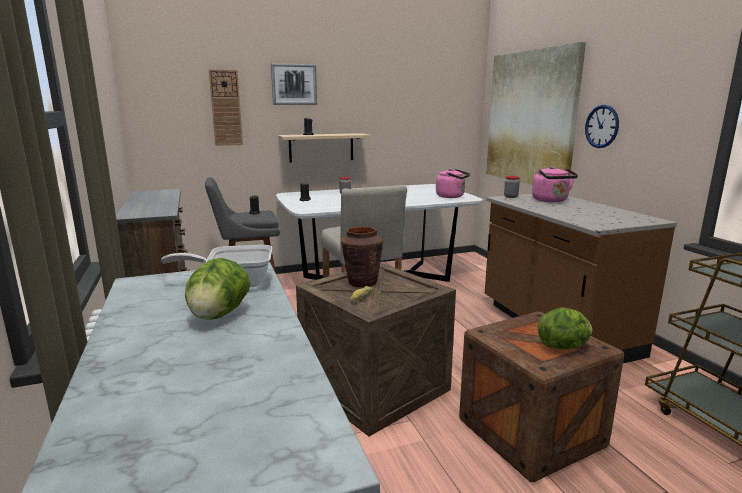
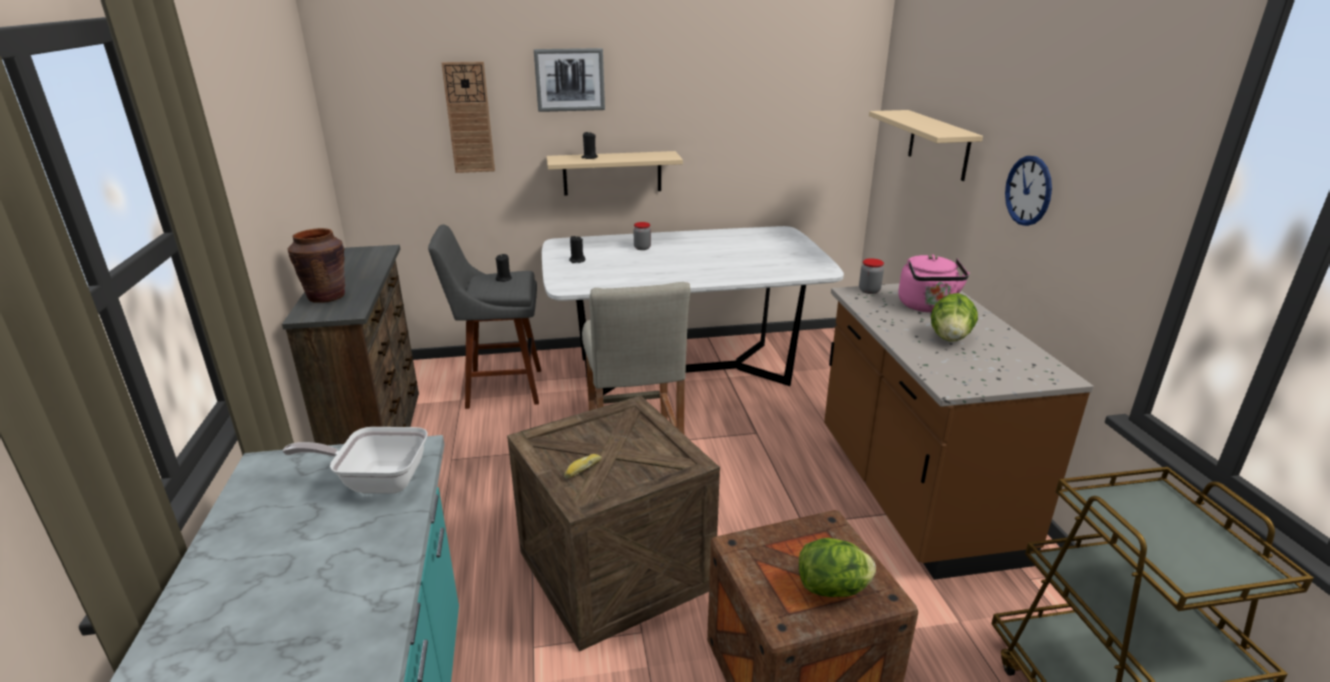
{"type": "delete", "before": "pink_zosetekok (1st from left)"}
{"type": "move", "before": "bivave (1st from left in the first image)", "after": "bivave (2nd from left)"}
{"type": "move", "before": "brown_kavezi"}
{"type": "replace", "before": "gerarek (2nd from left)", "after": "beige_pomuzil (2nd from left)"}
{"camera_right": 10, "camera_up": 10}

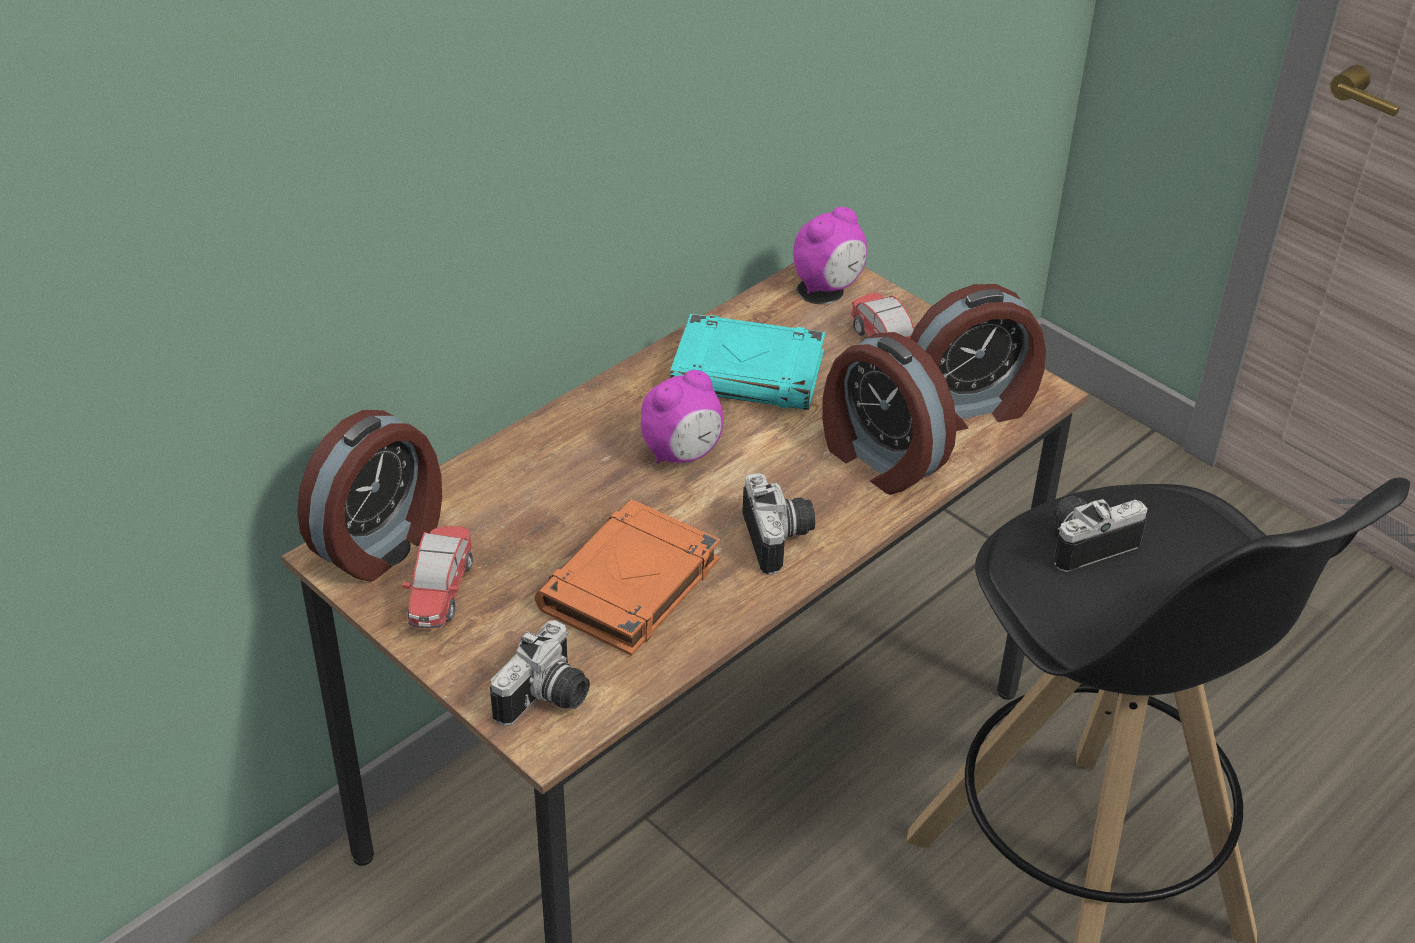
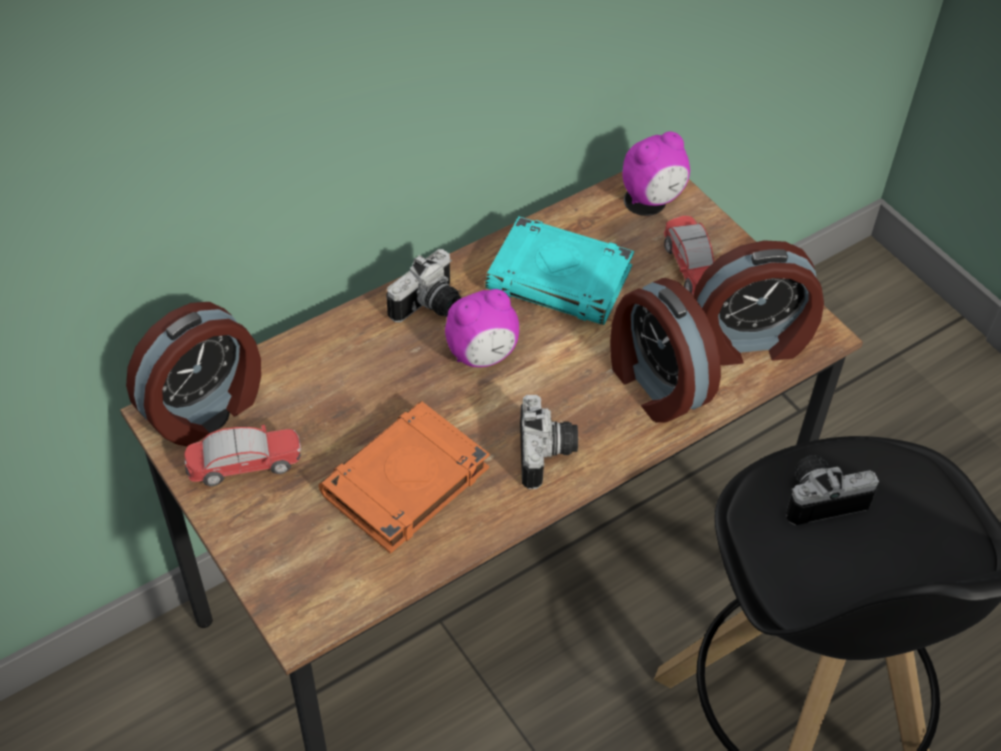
{"type": "move", "before": "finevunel (1st from left)"}
{"type": "rotate", "before": "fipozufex (1st from left)", "turn": -120}
{"camera_right": 10, "camera_up": 10}

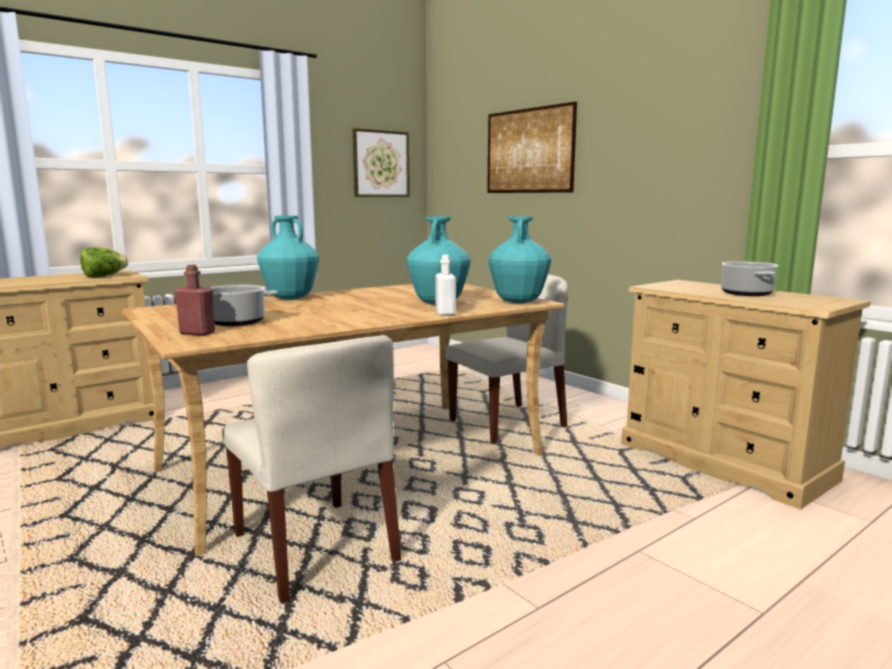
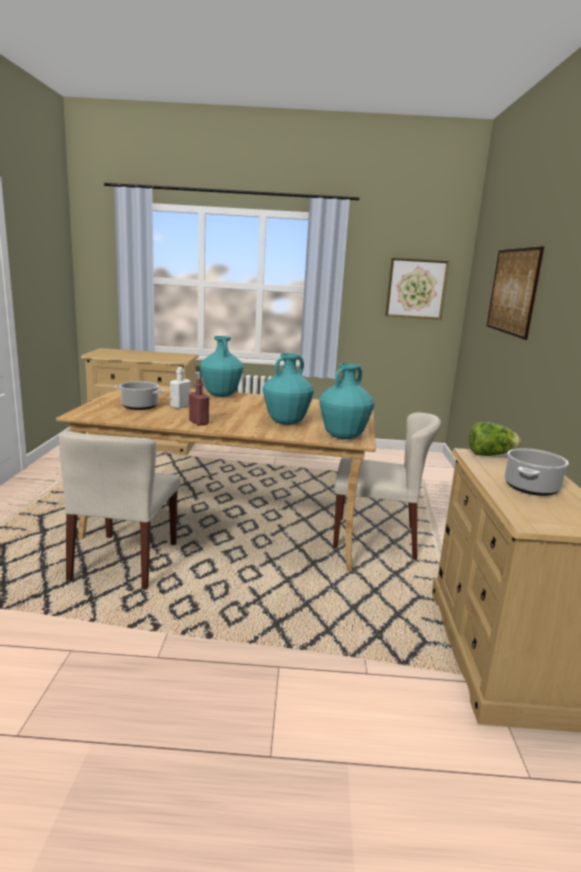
{"type": "move", "before": "bivave"}
{"type": "move", "before": "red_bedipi"}
{"type": "move", "before": "white_bedipi"}
{"camera_right": 40, "camera_up": 5}

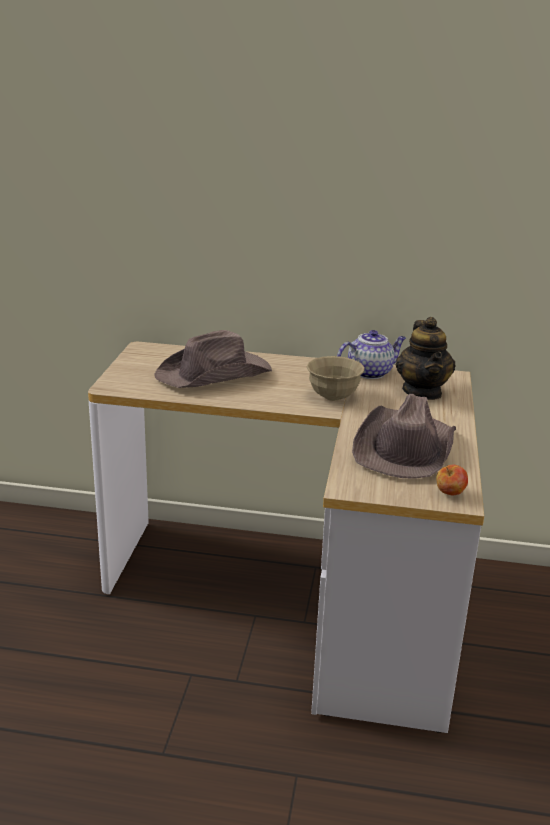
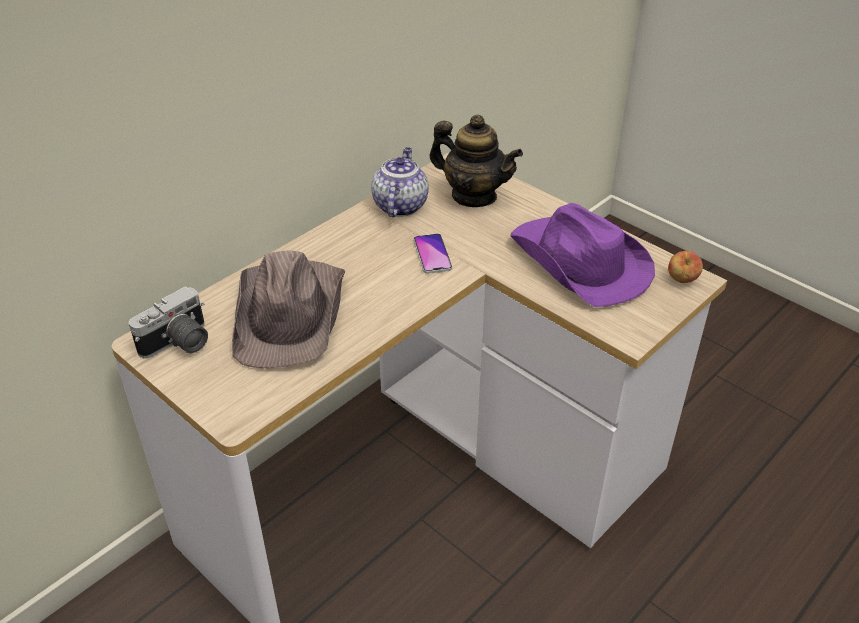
{"type": "insert", "after": "finevunel"}
{"type": "replace", "before": "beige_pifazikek", "after": "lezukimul"}
{"type": "recolor", "before": "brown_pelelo (2nd from left)", "after": "purple_pelelo"}
{"camera_right": -55, "camera_up": 15}

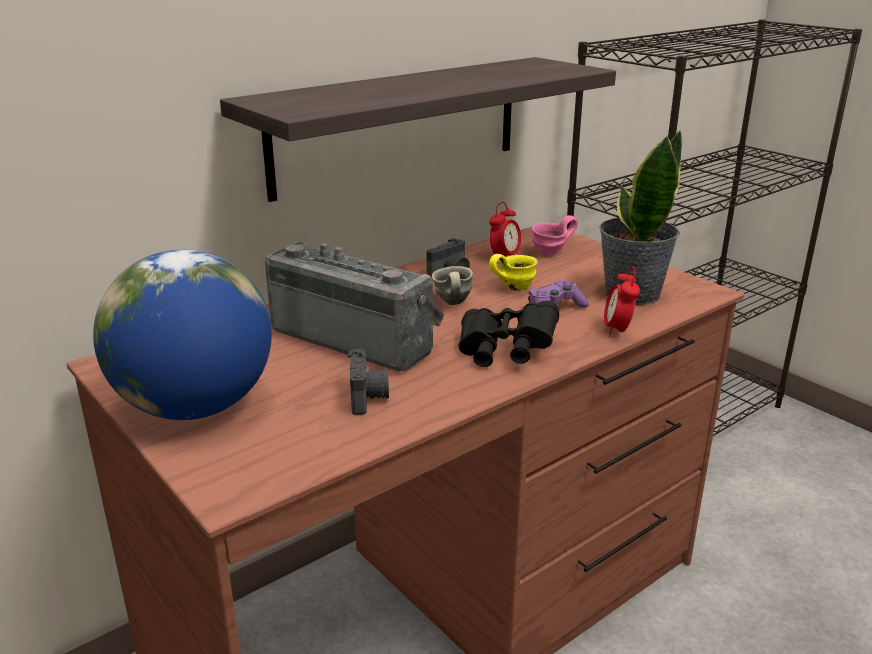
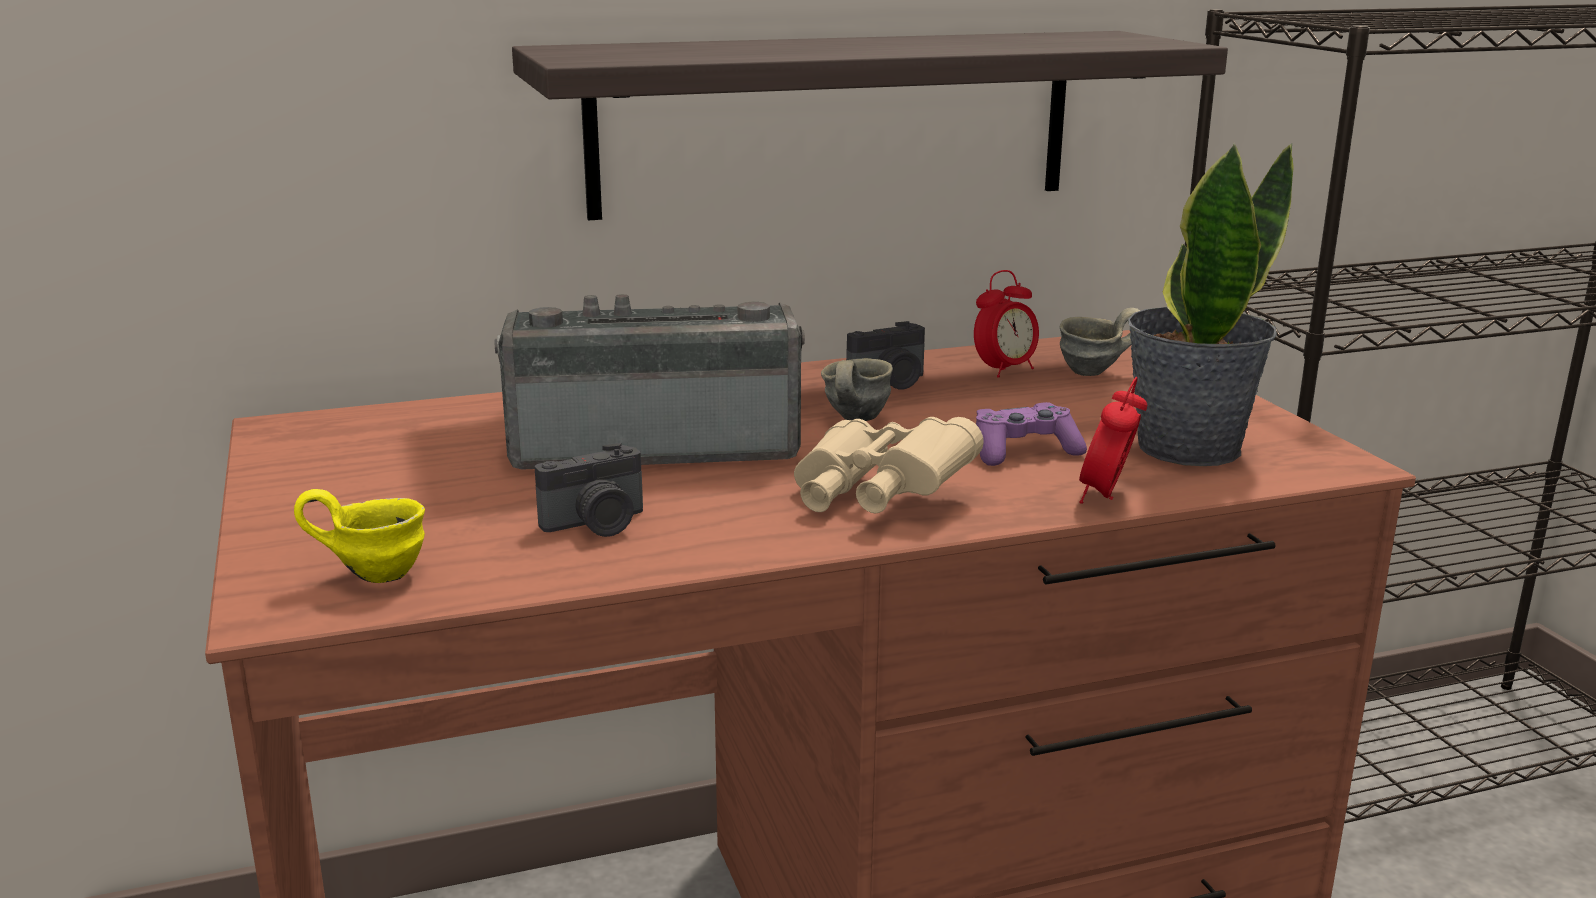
{"type": "delete", "before": "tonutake"}
{"type": "move", "before": "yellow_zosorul"}
{"type": "recolor", "before": "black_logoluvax", "after": "beige_logoluvax"}
{"type": "recolor", "before": "pink_zosorul", "after": "grey_zosorul (2nd from left)"}
{"type": "rotate", "before": "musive", "turn": -60}
{"type": "rotate", "before": "finevunel (1st from left)", "turn": 45}
{"camera_right": 20, "camera_up": -5}

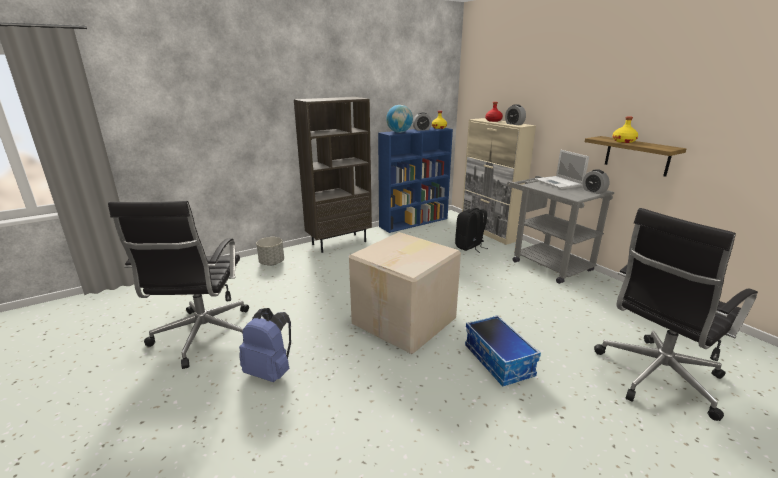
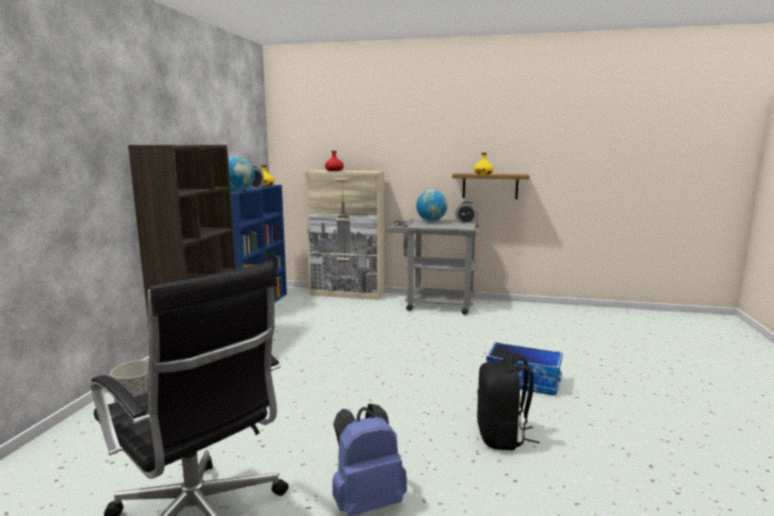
{"type": "delete", "before": "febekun"}
{"type": "delete", "before": "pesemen (2nd from left)"}
{"type": "delete", "before": "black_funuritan (2nd from left)"}
{"type": "move", "before": "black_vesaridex"}
{"type": "replace", "before": "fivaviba", "after": "tonutake (2nd from left)"}
{"camera_right": -45, "camera_up": -10}

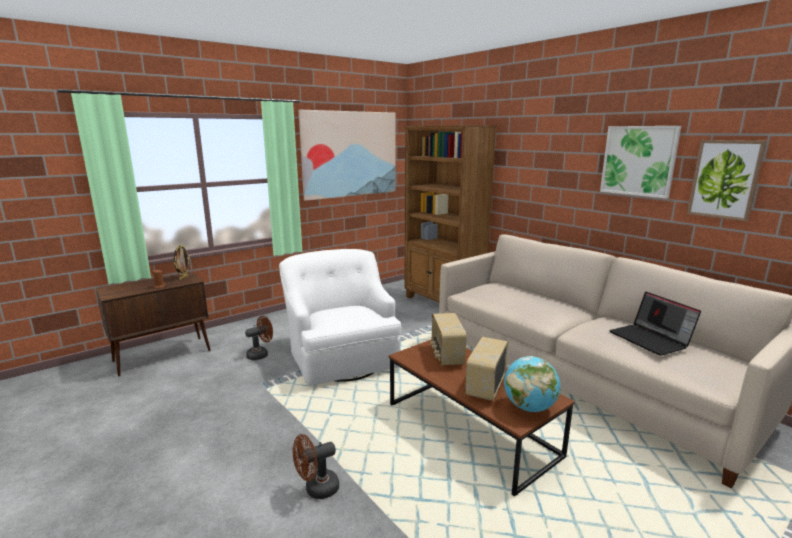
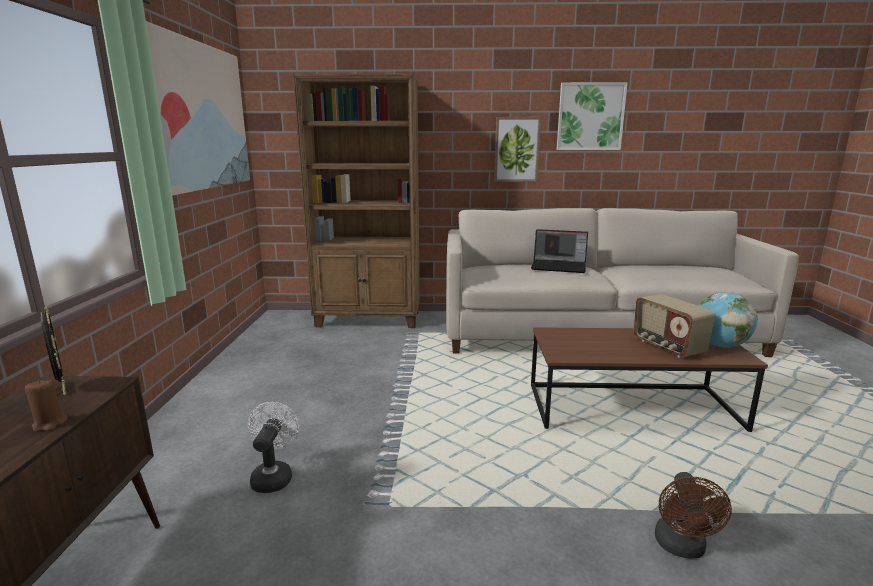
{"type": "delete", "before": "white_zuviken"}
{"type": "delete", "before": "musive (1st from left)"}
{"type": "move", "before": "fivaviba"}
{"type": "move", "before": "gerarek (3rd from left in the first image)", "after": "gerarek (2nd from left)"}
{"type": "recolor", "before": "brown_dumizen (1st from left)", "after": "white_dumizen"}
{"camera_right": -50, "camera_up": 0}

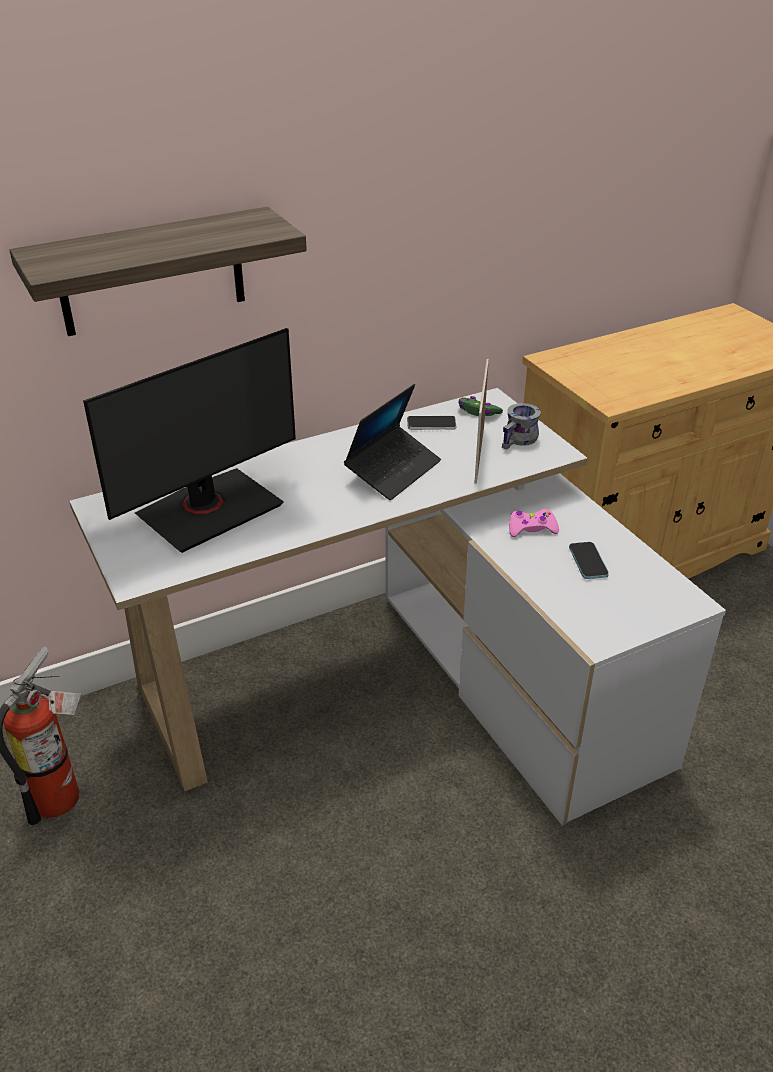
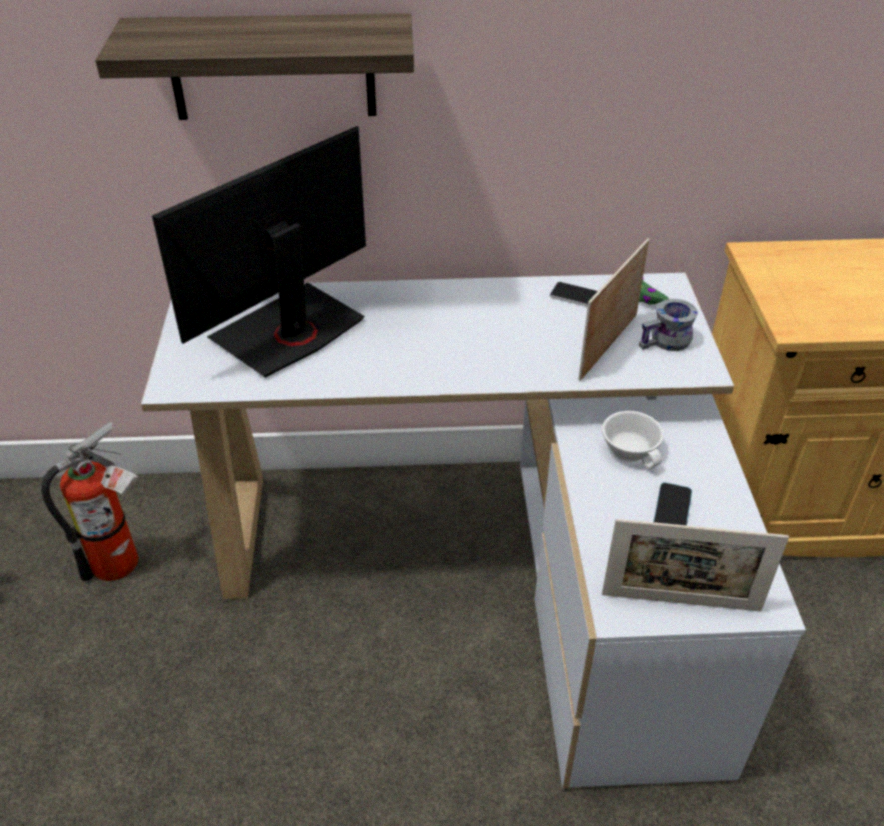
{"type": "delete", "before": "fivaviba"}
{"type": "insert", "after": "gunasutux (2nd from left)"}
{"type": "replace", "before": "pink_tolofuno", "after": "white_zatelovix"}
{"type": "rotate", "before": "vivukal", "turn": 150}
{"camera_right": 25, "camera_up": 5}

